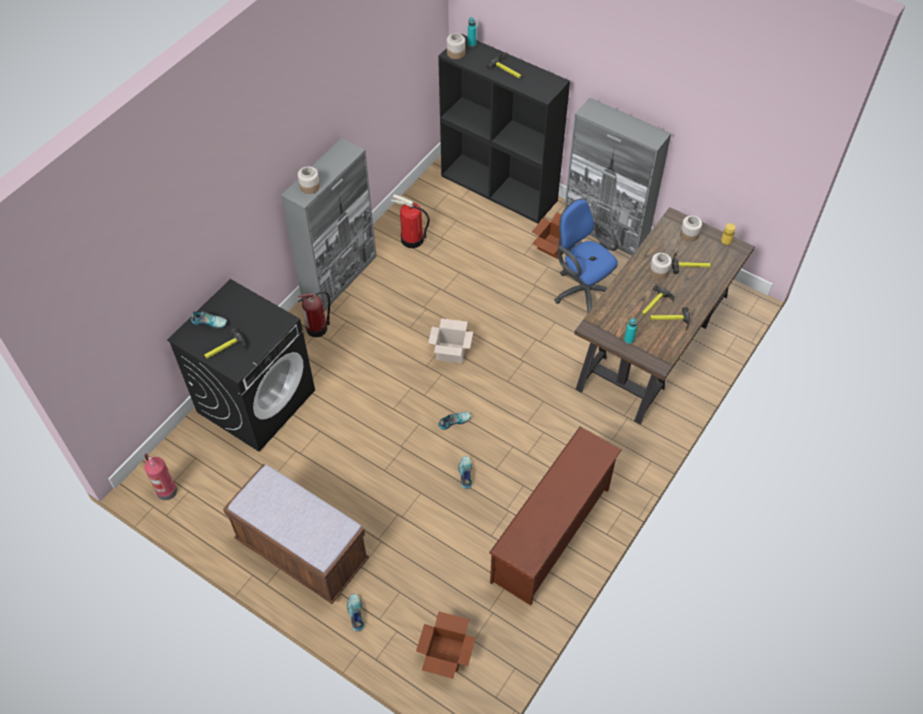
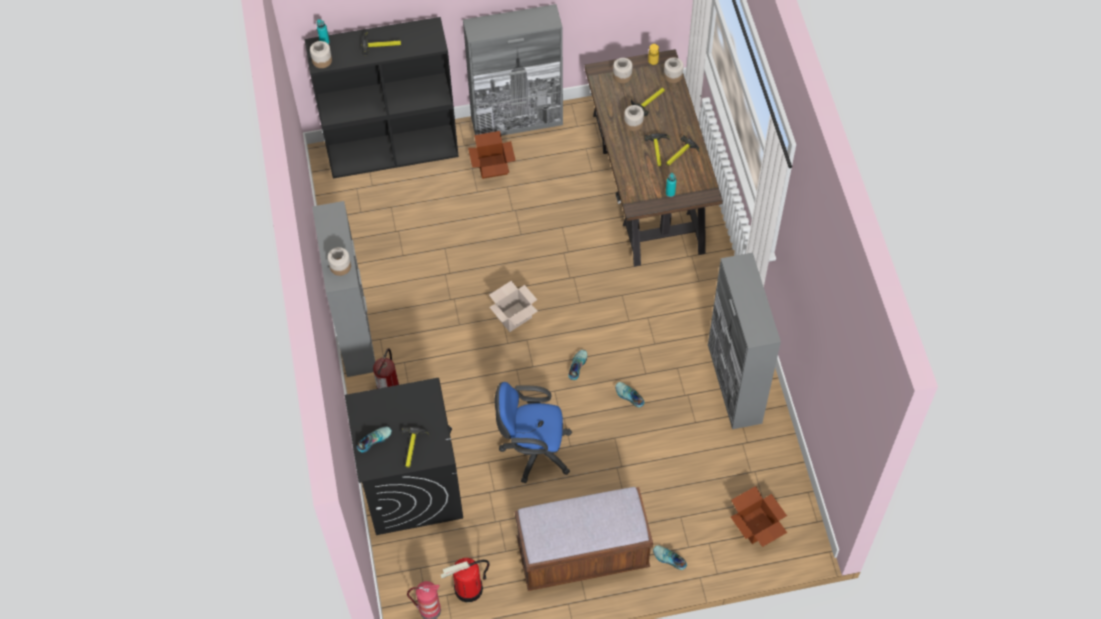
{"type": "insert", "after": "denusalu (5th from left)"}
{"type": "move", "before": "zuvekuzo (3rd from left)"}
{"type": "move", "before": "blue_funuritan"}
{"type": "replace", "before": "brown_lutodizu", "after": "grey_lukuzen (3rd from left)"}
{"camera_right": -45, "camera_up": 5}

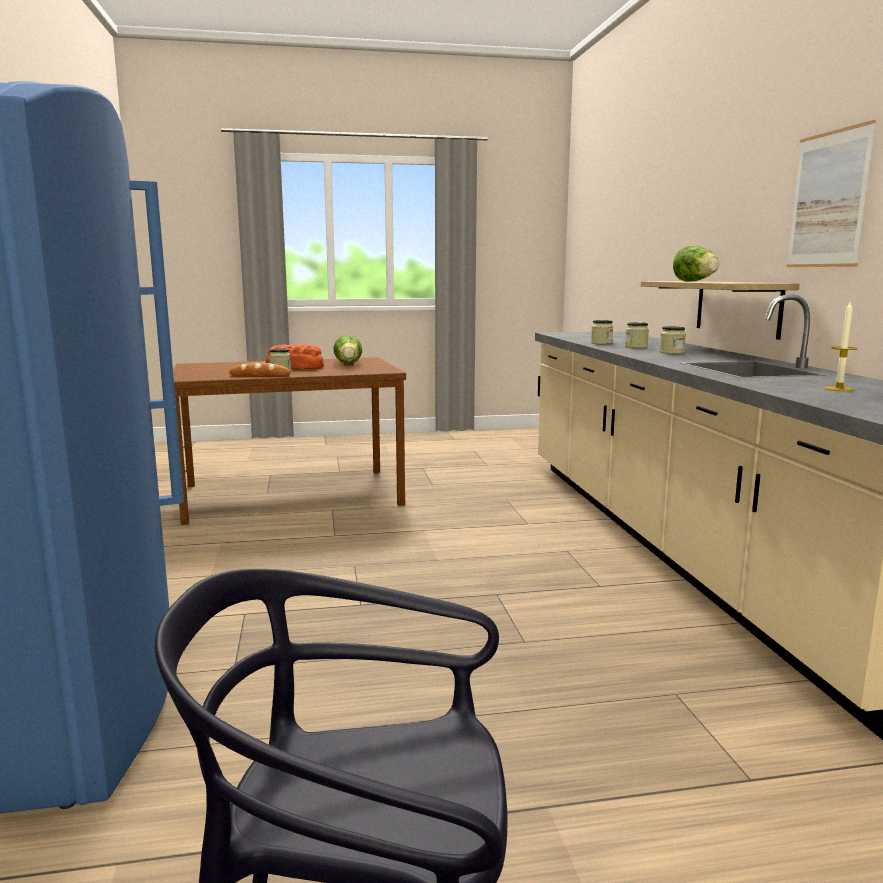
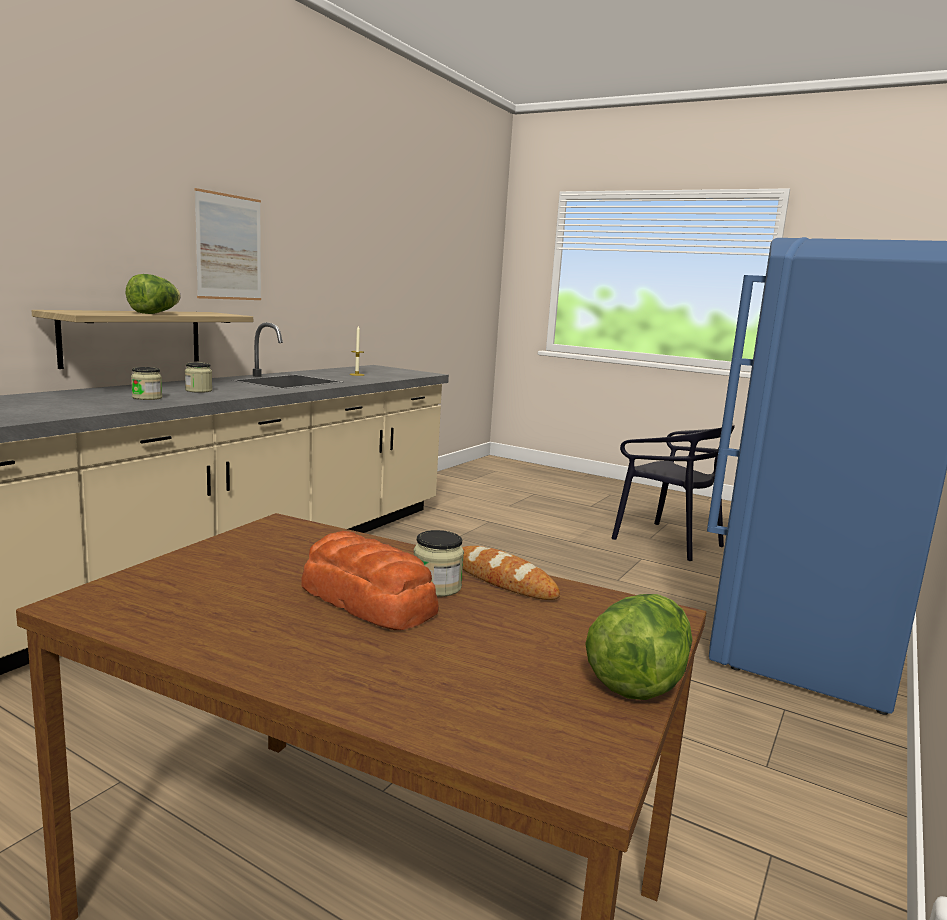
{"type": "delete", "before": "denusalu (2nd from left)"}
{"type": "move", "before": "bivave (1st from left in the first image)", "after": "bivave (2nd from left)"}
{"camera_right": -140, "camera_up": 0}

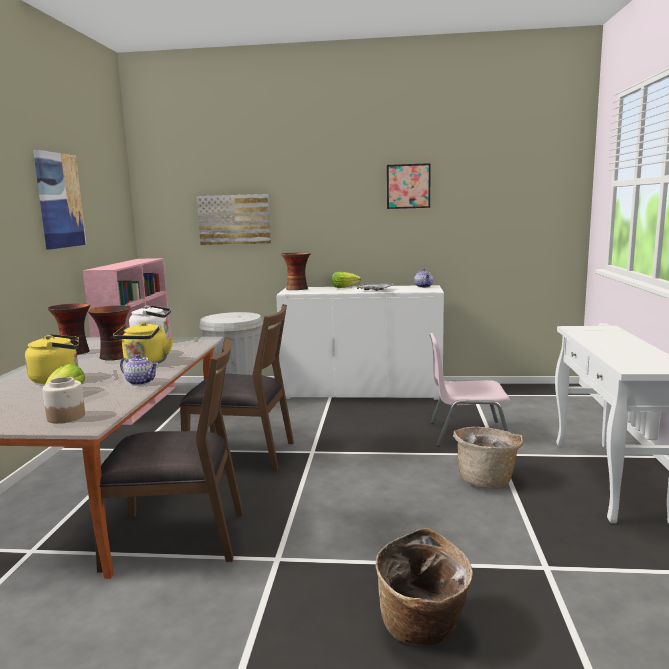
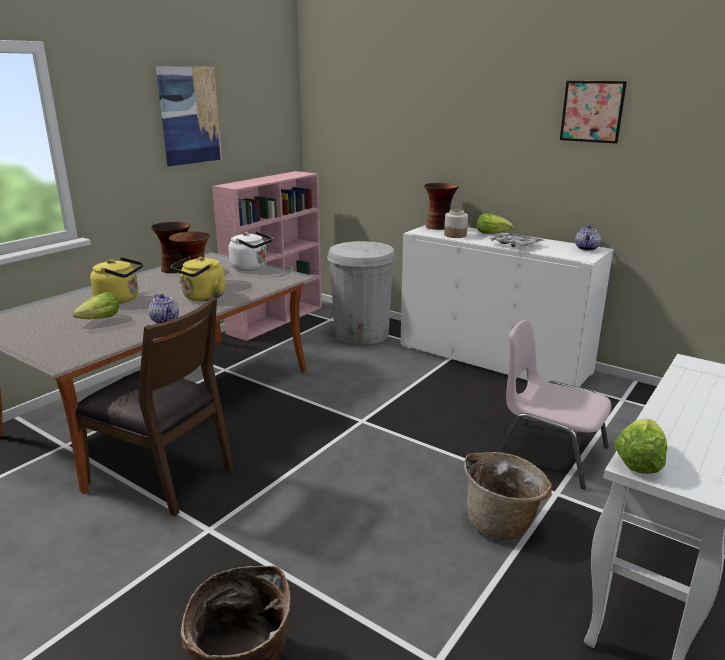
{"type": "delete", "before": "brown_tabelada (2nd from left)"}
{"type": "delete", "before": "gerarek (2nd from left)"}
{"type": "insert", "after": "bivave (3rd from left)"}
{"type": "move", "before": "denusalu"}
{"camera_right": 30, "camera_up": 10}

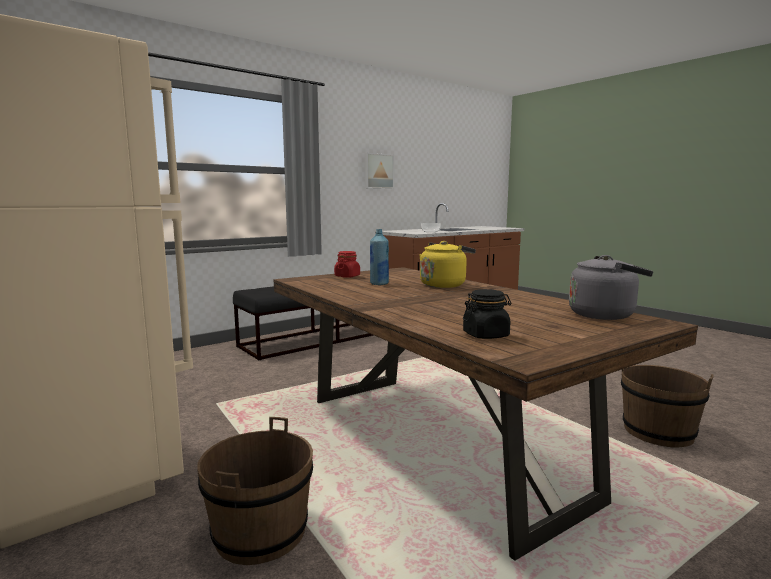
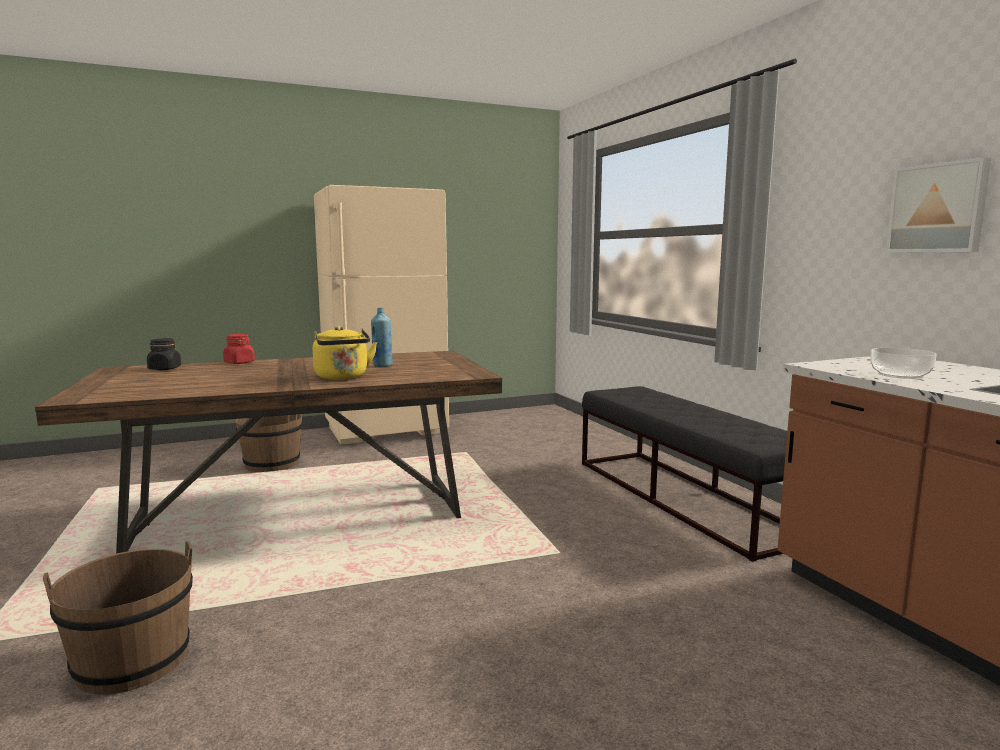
{"type": "delete", "before": "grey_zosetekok"}
{"type": "move", "before": "red_denusalu"}
{"camera_right": 105, "camera_up": 0}

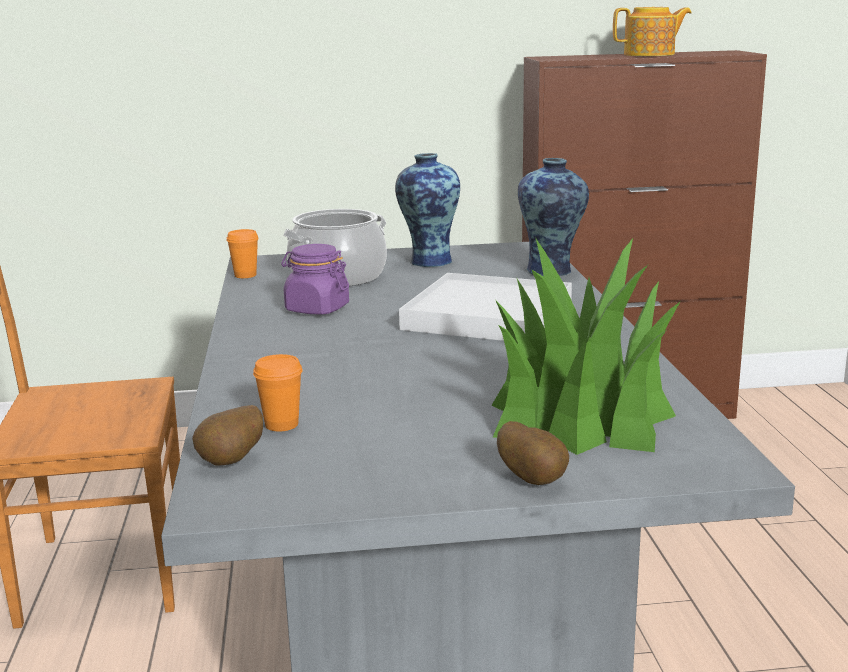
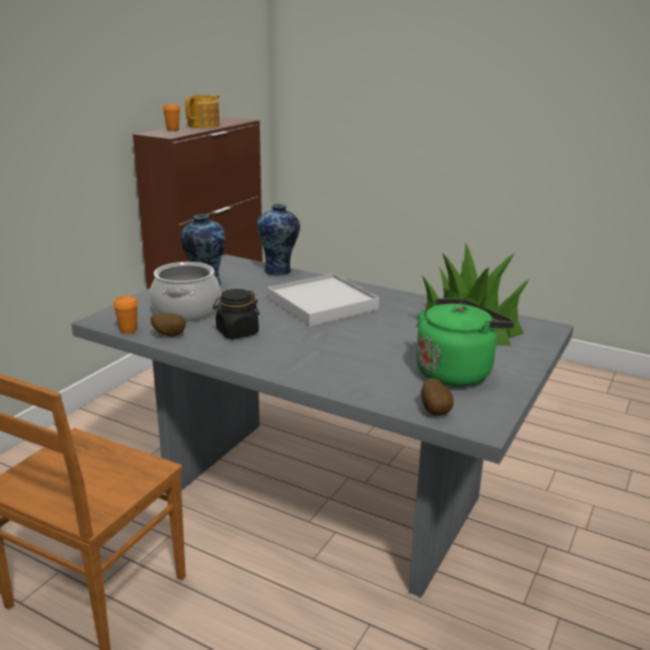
{"type": "insert", "after": "green_zosetekok"}
{"type": "move", "before": "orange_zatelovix (2nd from left)"}
{"type": "move", "before": "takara (2nd from left in the first image)", "after": "takara (1st from left)"}
{"type": "recolor", "before": "purple_denusalu", "after": "black_denusalu"}
{"camera_right": -55, "camera_up": 5}

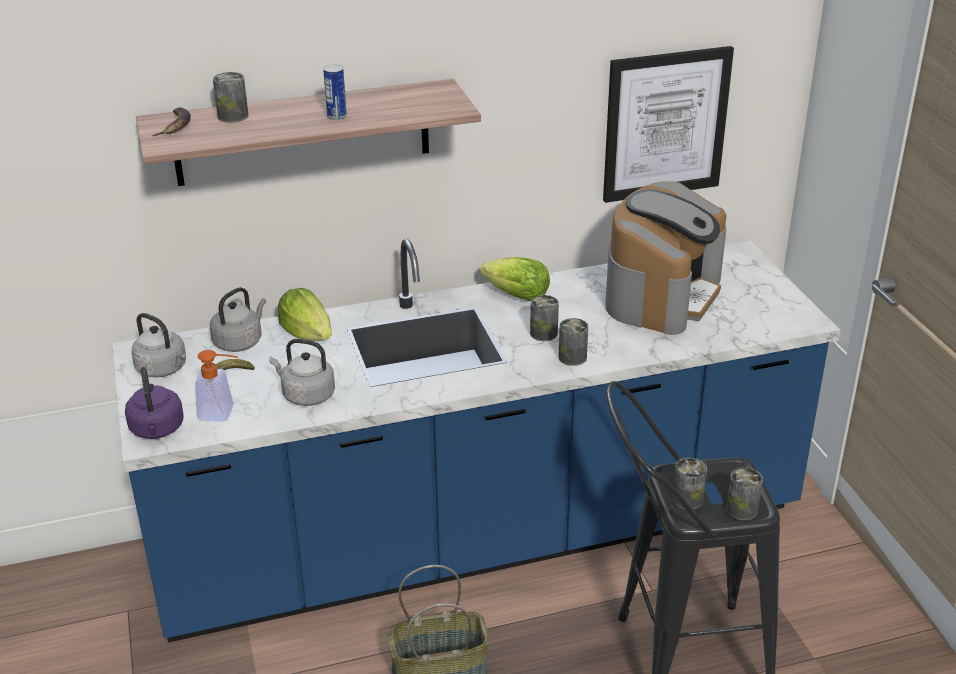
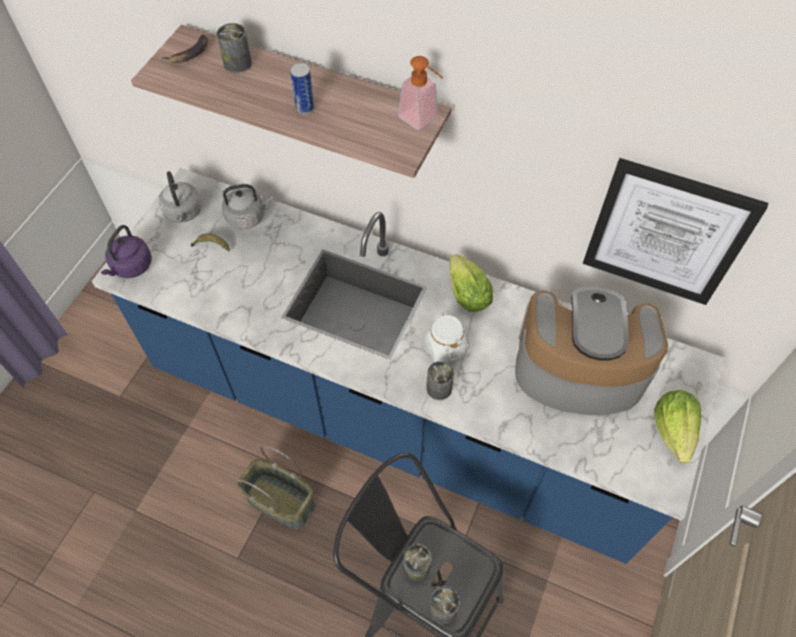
{"type": "delete", "before": "grey_zosetekok (3rd from left)"}
{"type": "move", "before": "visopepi"}
{"type": "move", "before": "bivave (1st from left in the first image)", "after": "bivave (2nd from left)"}
{"type": "replace", "before": "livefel (3rd from left)", "after": "white_denusalu"}
{"type": "rotate", "before": "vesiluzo", "turn": -150}
{"camera_right": 40, "camera_up": 25}

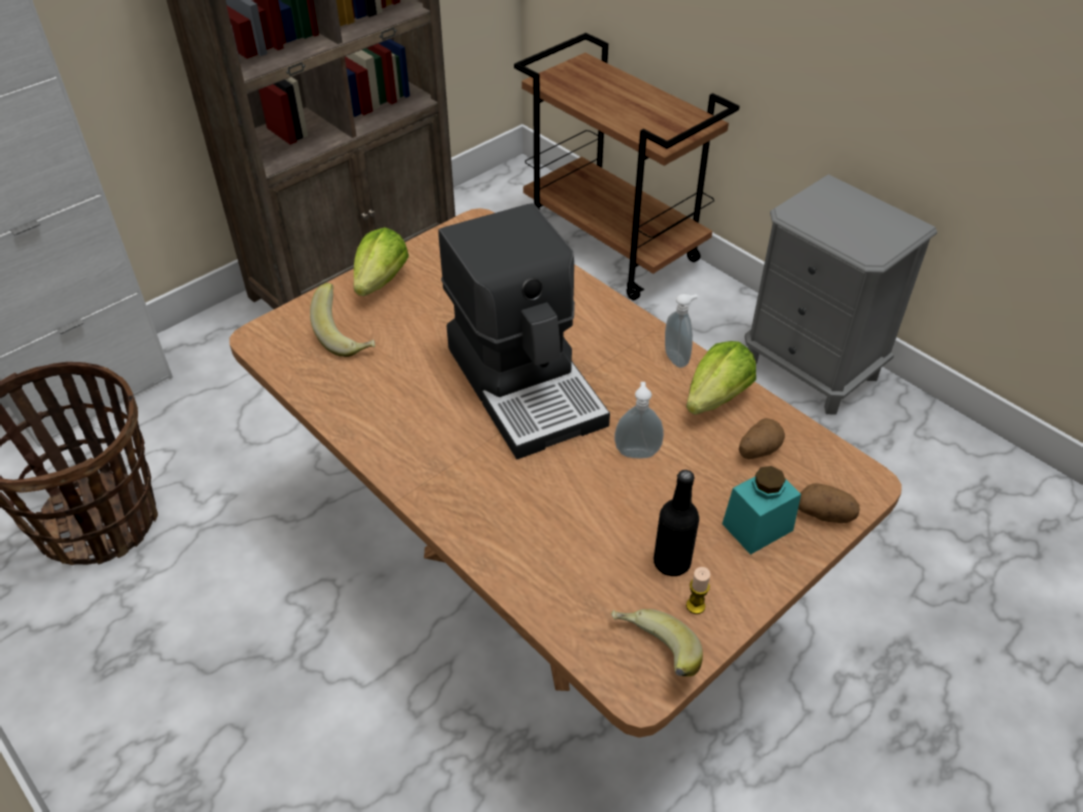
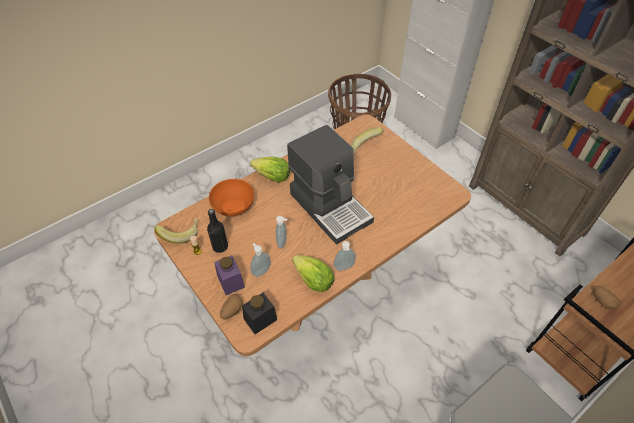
{"type": "insert", "after": "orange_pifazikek"}
{"type": "insert", "after": "black_denusalu"}
{"type": "insert", "after": "visopepi (1st from left)"}
{"type": "move", "before": "bivave (1st from left)"}
{"type": "move", "before": "takara (1st from left in the first image)", "after": "takara (2nd from left)"}
{"type": "recolor", "before": "turquoise_denusalu", "after": "purple_denusalu"}
{"type": "rotate", "before": "vesiluzo", "turn": -105}
{"camera_right": 95, "camera_up": 5}

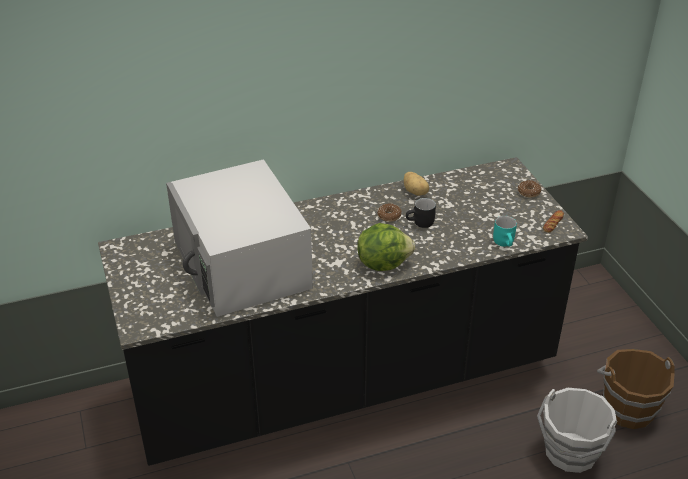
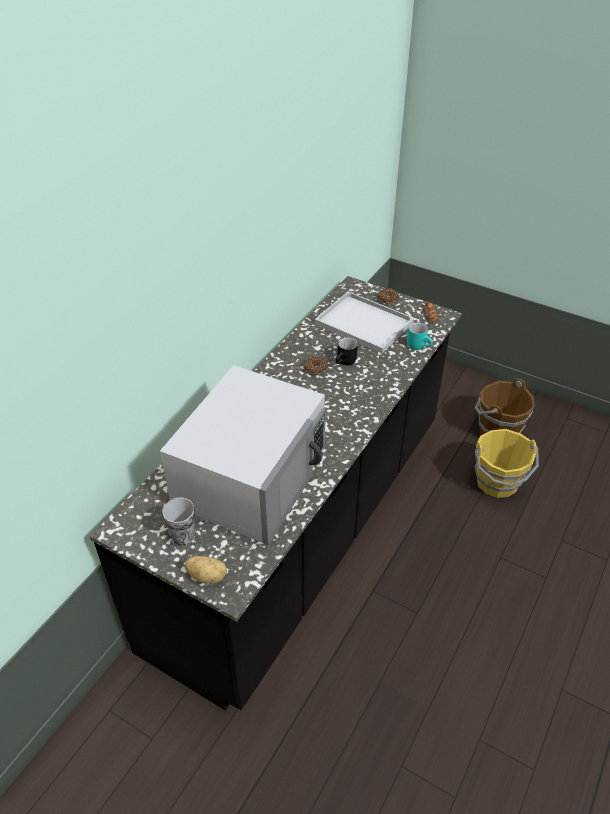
{"type": "delete", "before": "bivave"}
{"type": "insert", "after": "zatelovix"}
{"type": "insert", "after": "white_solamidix"}
{"type": "move", "before": "takara"}
{"type": "recolor", "before": "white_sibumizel", "after": "yellow_sibumizel"}
{"type": "rotate", "before": "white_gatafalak", "turn": -90}
{"camera_right": -40, "camera_up": 5}

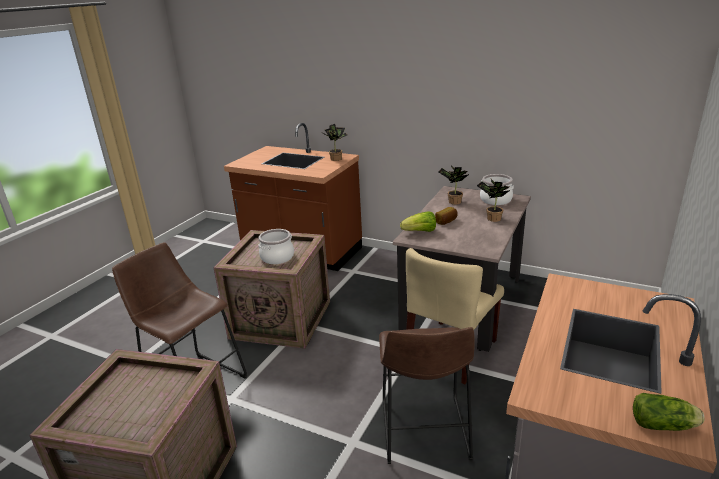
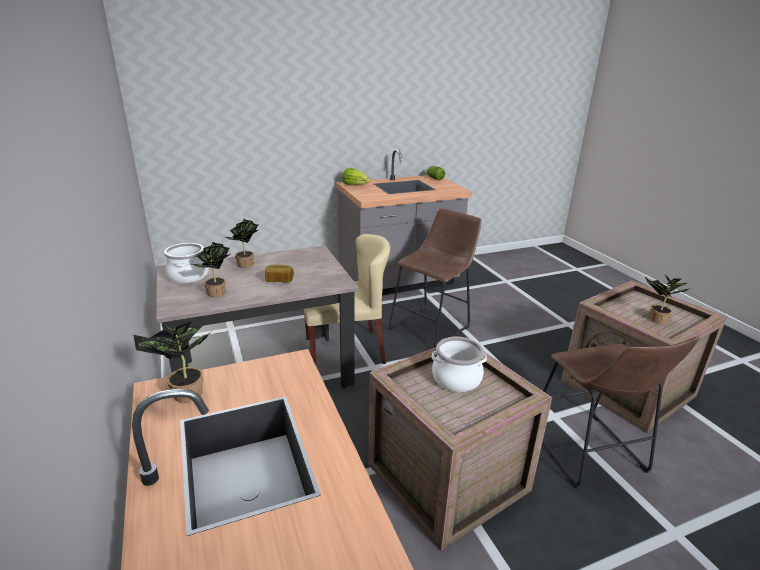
{"type": "insert", "after": "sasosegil (4th from left)"}
{"type": "move", "before": "bivave (1st from left)"}
{"camera_right": -140, "camera_up": 0}

